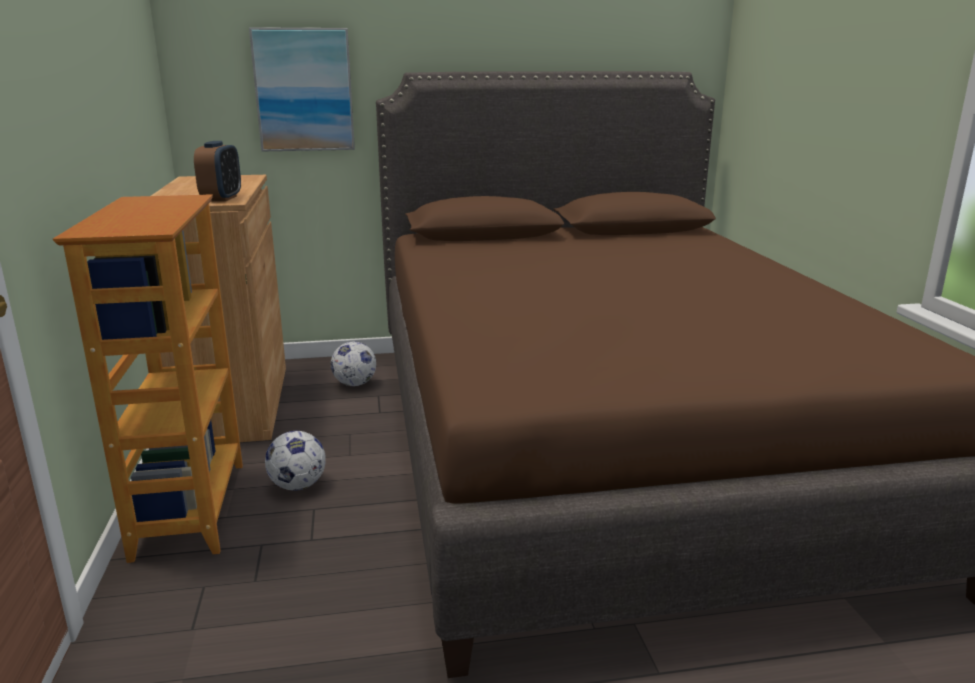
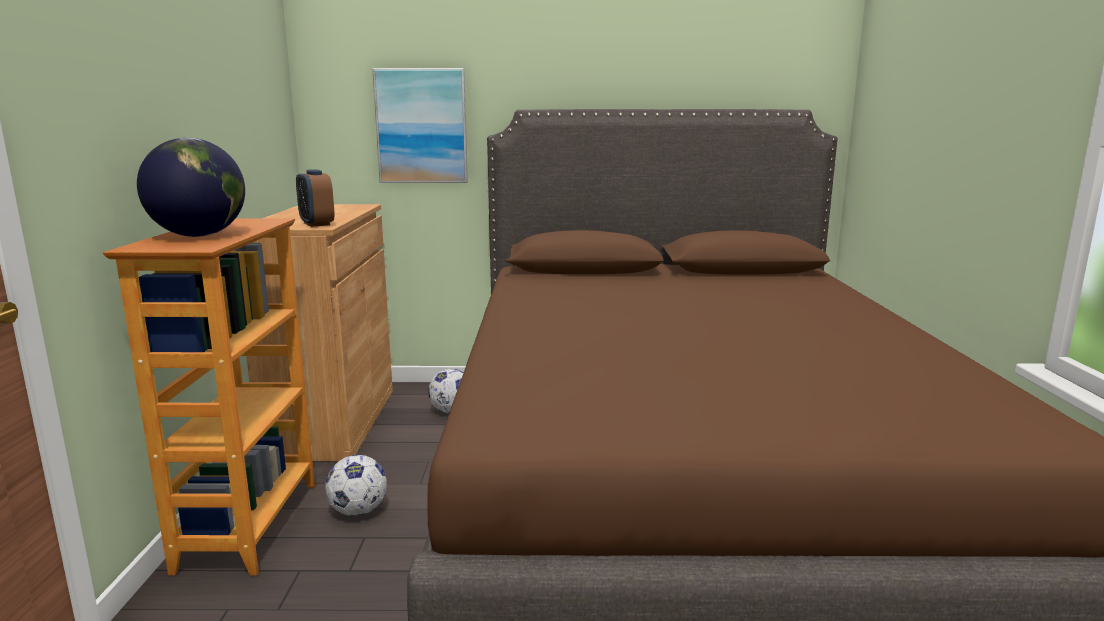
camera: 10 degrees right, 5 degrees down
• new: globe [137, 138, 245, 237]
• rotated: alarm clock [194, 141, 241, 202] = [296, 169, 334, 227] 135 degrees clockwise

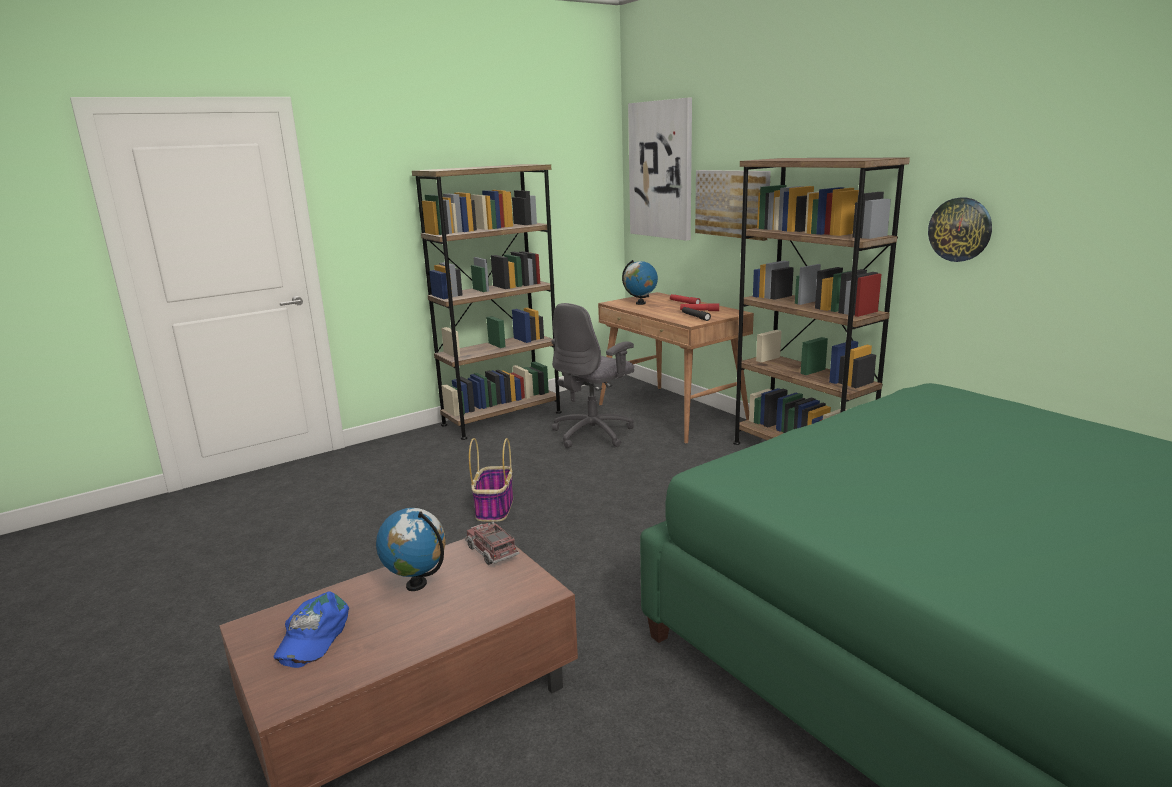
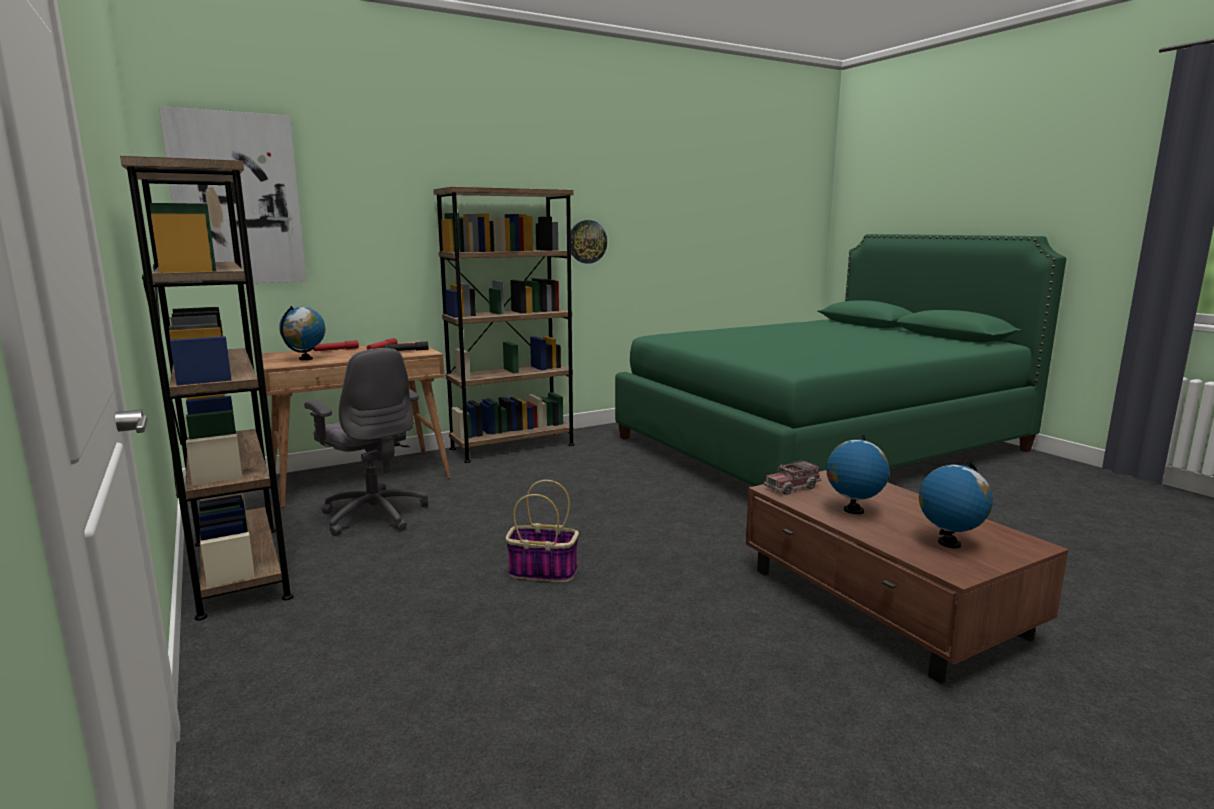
camera: 85 degrees left, 5 degrees down
• gone: picture [695, 170, 771, 241]
• swapped: blue cap [273, 591, 349, 668] to globe [919, 461, 993, 548]

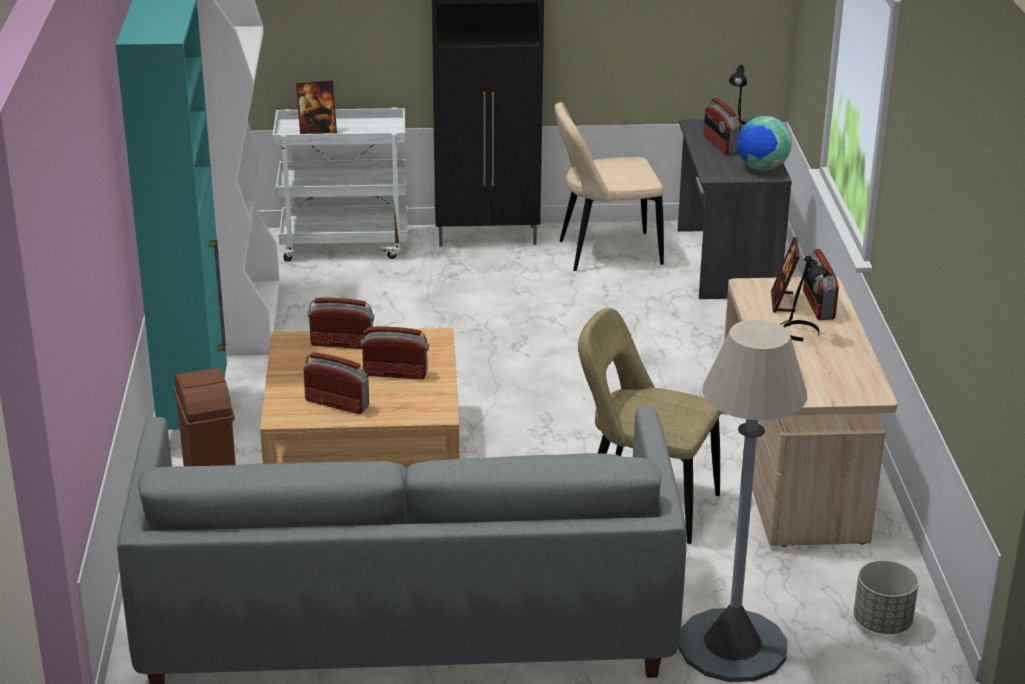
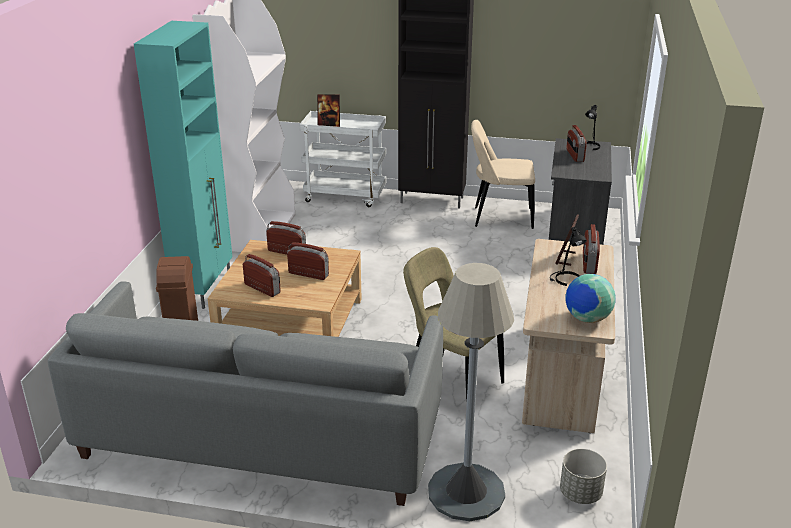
camera: 15 degrees right, 0 degrees up
• shifted: globe [737, 116, 792, 171] to [565, 274, 616, 323]

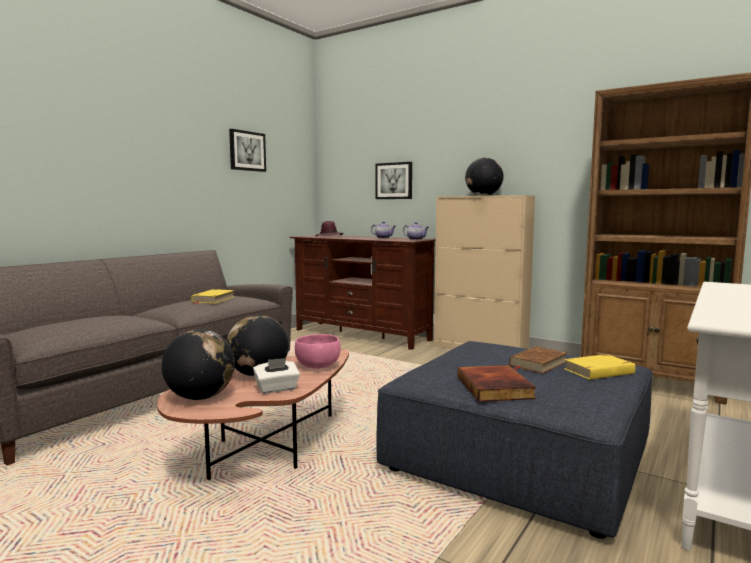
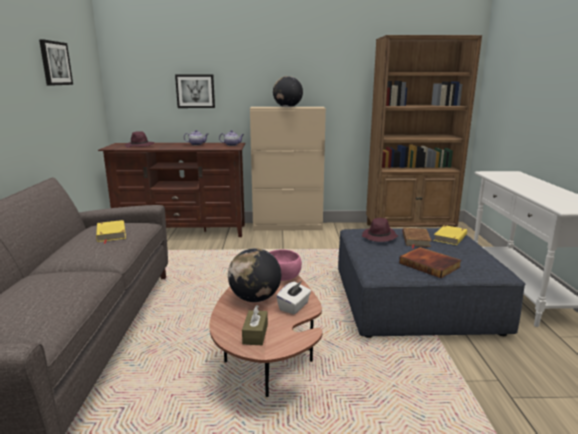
camera: 35 degrees left, 10 degrees up
• new: purple hat [362, 218, 398, 242]
• swapped: globe [162, 330, 235, 400] to brown tissue box [242, 305, 268, 345]

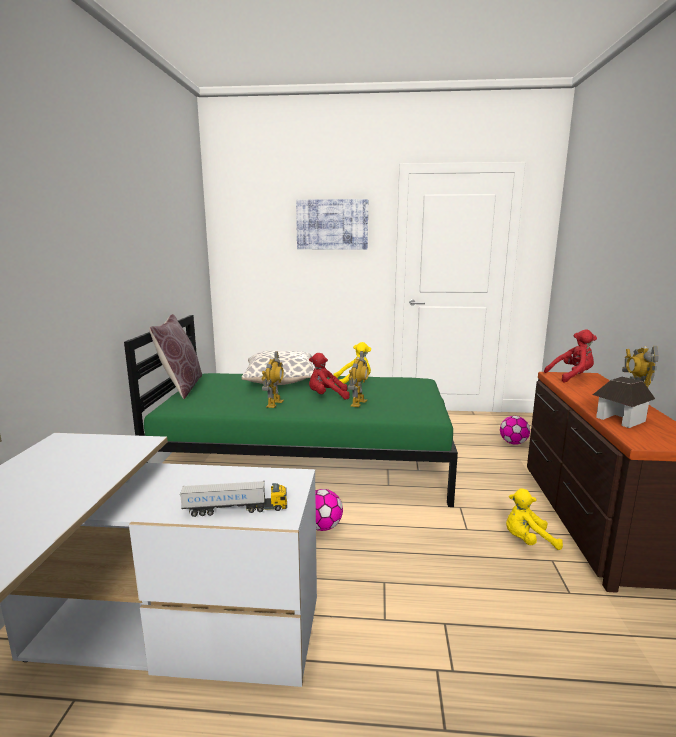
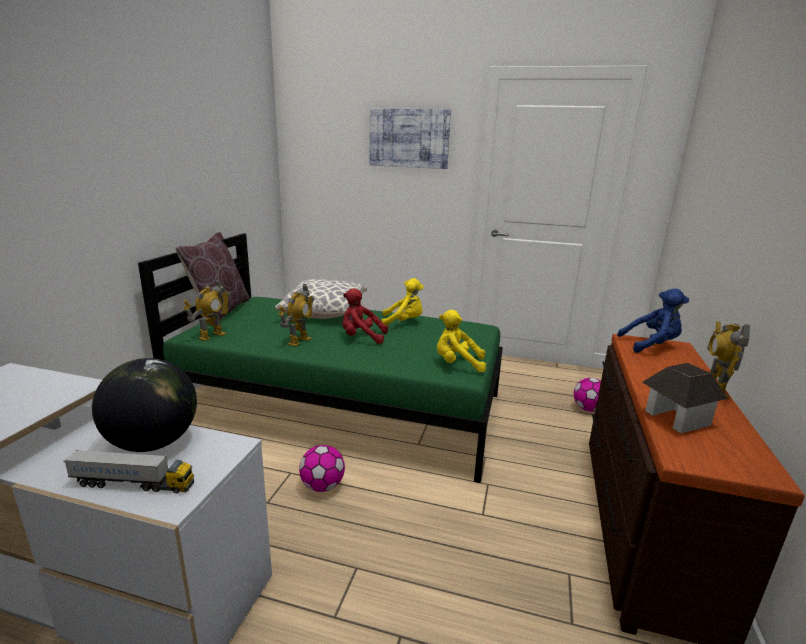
camera: 10 degrees right, 5 degrees up
• new: globe [92, 358, 197, 452]
• shifted: toy robot [348, 351, 369, 407] to [184, 279, 231, 341]
• shifted: yellow plush toy [506, 488, 563, 550] to [437, 310, 486, 372]
• repainted: red plush toy [544, 329, 597, 382] to blue plush toy [617, 288, 689, 353]

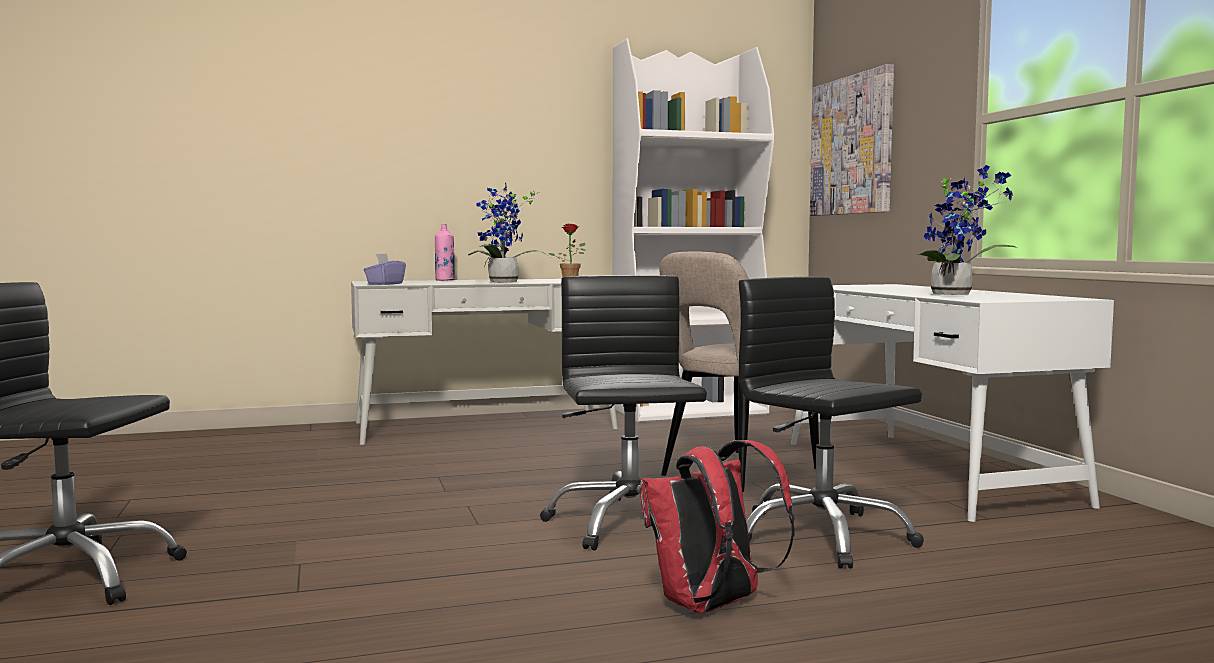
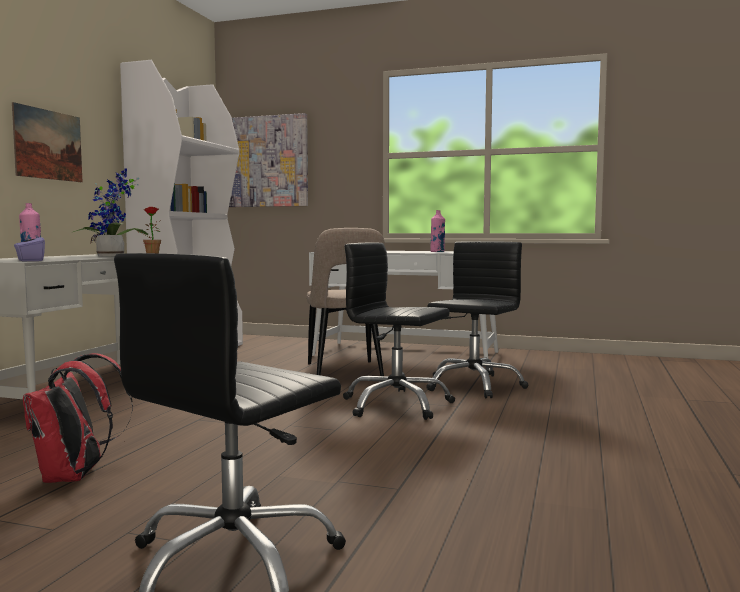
camera: 55 degrees left, 0 degrees up
• new: picture [12, 102, 82, 182]
• shifted: red backpack [639, 440, 795, 614] to [23, 353, 133, 483]
• swapped: potted plant [918, 165, 1017, 295] to pink bottle [431, 210, 445, 252]
• rotated: black office chair [739, 277, 924, 569] = [426, 241, 528, 398] 120 degrees clockwise

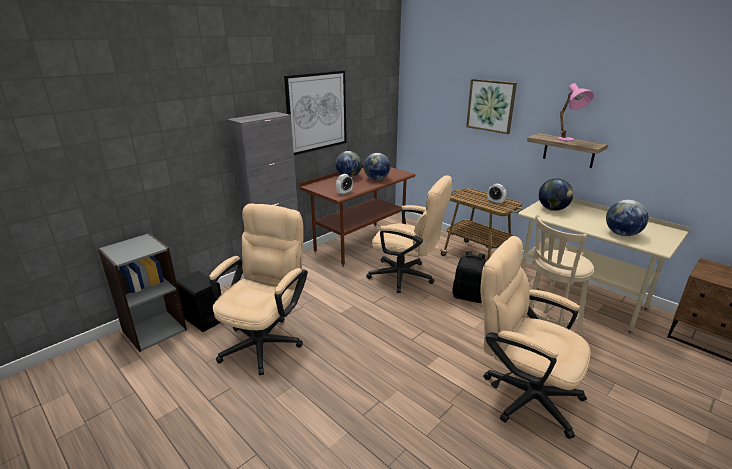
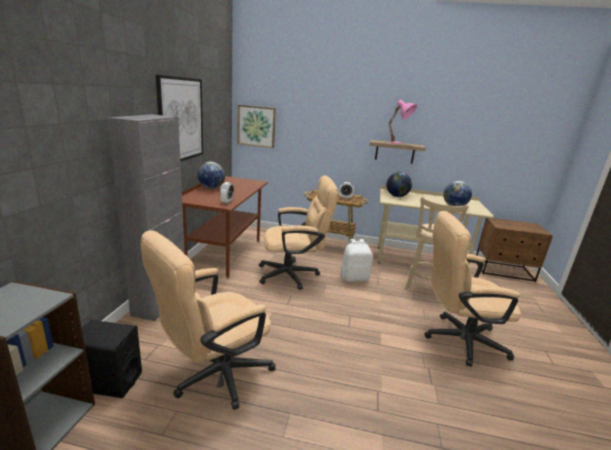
camera: 35 degrees left, 5 degrees down
• gone: globe [364, 153, 390, 180]
• shifted: picture [466, 79, 517, 134] to [237, 105, 276, 148]
• repainted: black backpack [452, 251, 486, 303] to white backpack [340, 239, 373, 282]
• rotated: beige office chair [209, 203, 307, 375] = [140, 230, 275, 410] 120 degrees counterclockwise

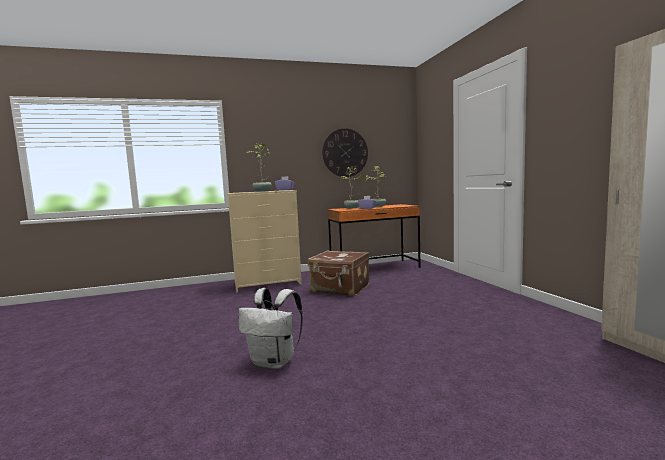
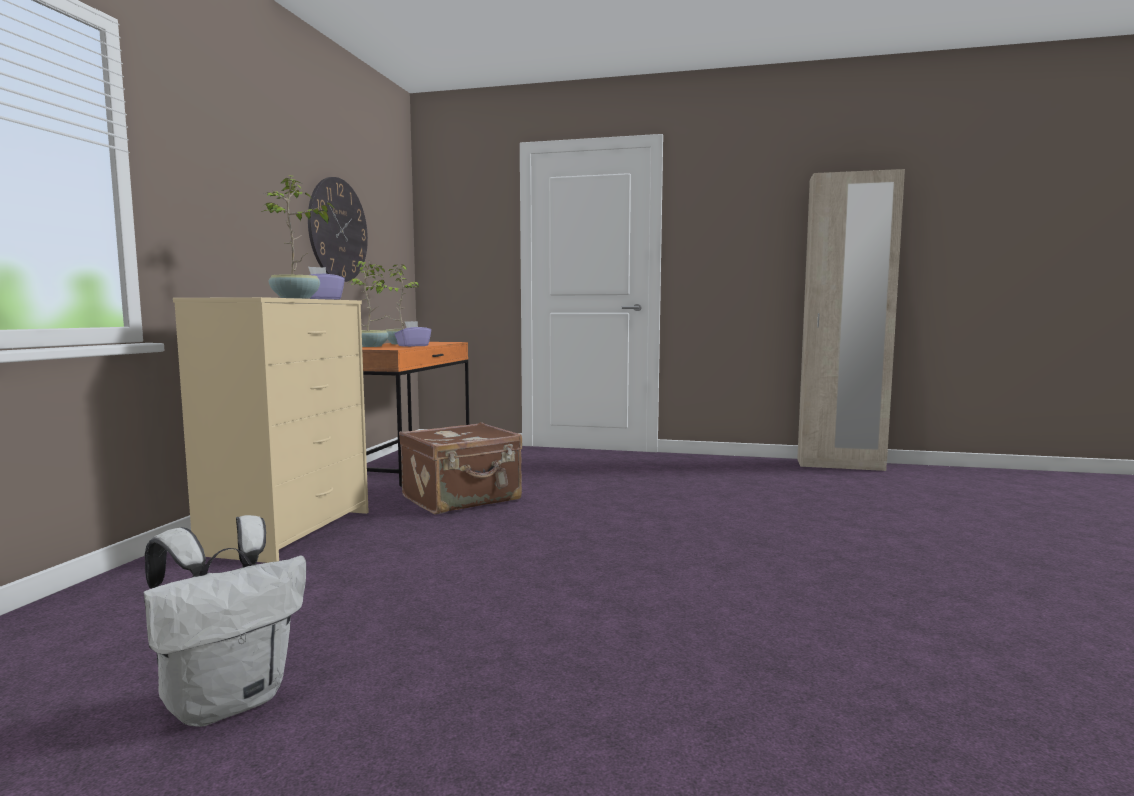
camera: 60 degrees left, 0 degrees up
• shifted: white backpack [239, 288, 303, 369] to [144, 515, 306, 727]

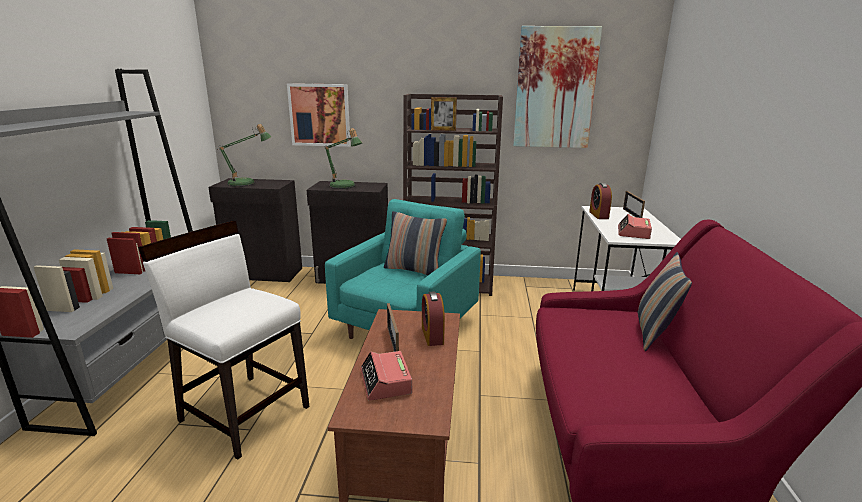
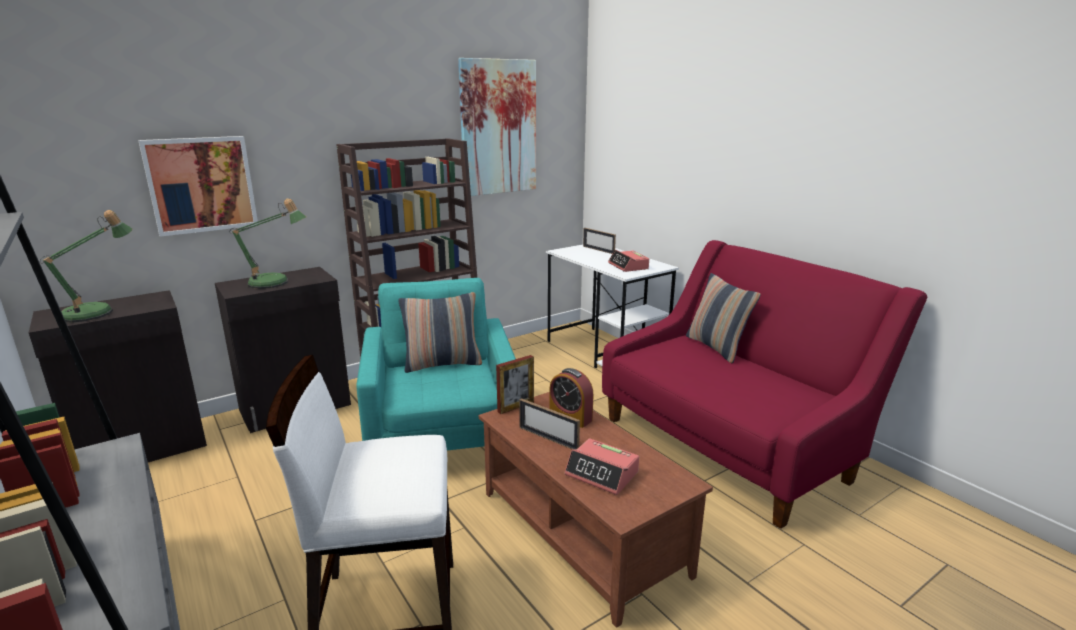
camera: 40 degrees left, 0 degrees up
• gone: alarm clock [589, 183, 612, 219]
• shifted: picture frame [431, 97, 457, 131] to [496, 355, 534, 414]

